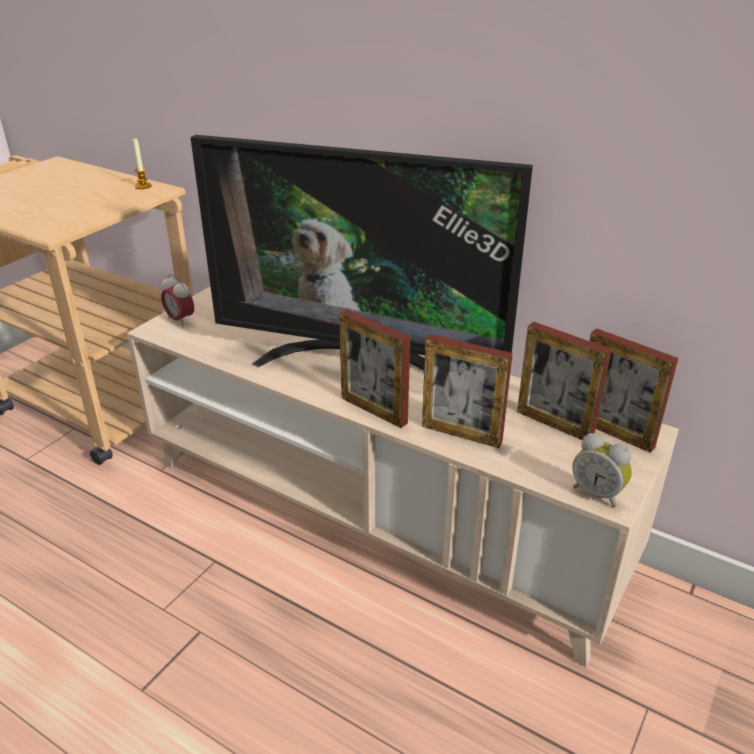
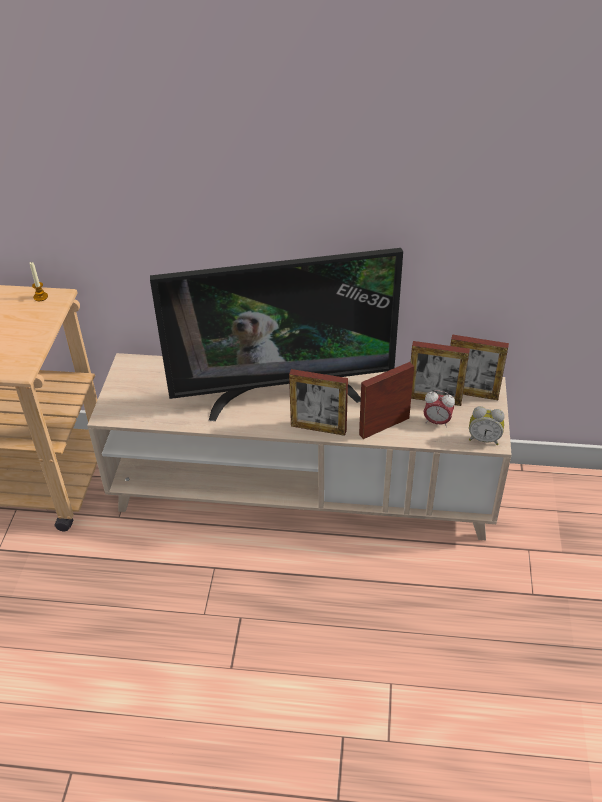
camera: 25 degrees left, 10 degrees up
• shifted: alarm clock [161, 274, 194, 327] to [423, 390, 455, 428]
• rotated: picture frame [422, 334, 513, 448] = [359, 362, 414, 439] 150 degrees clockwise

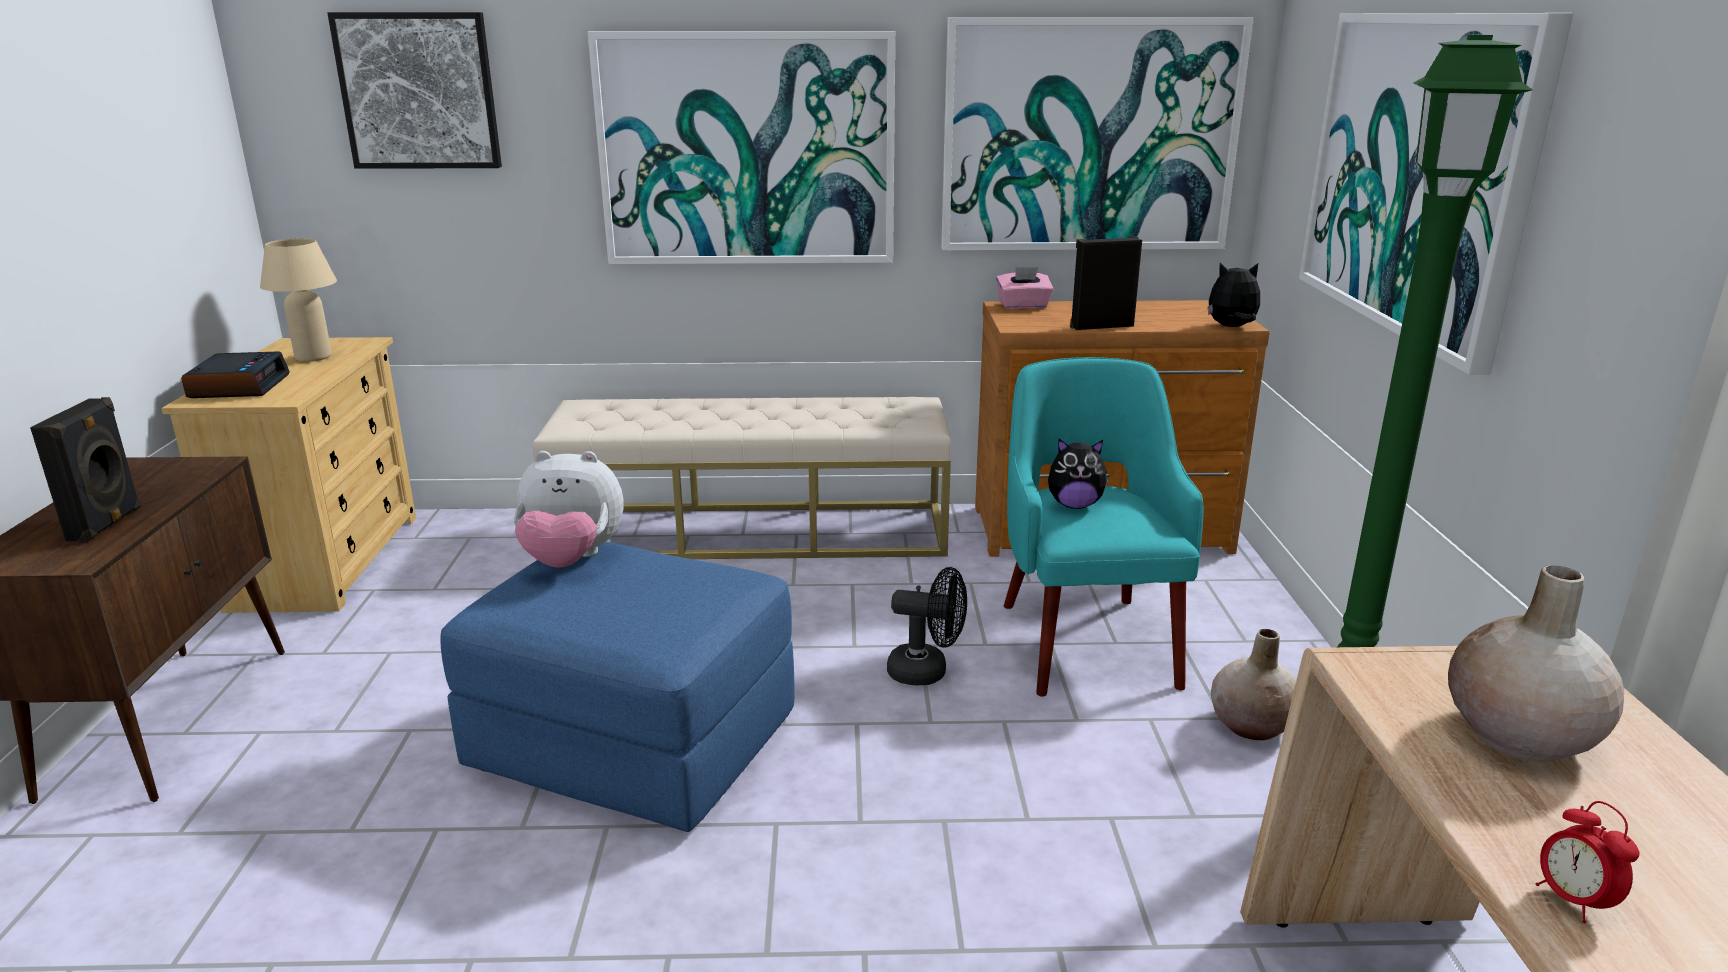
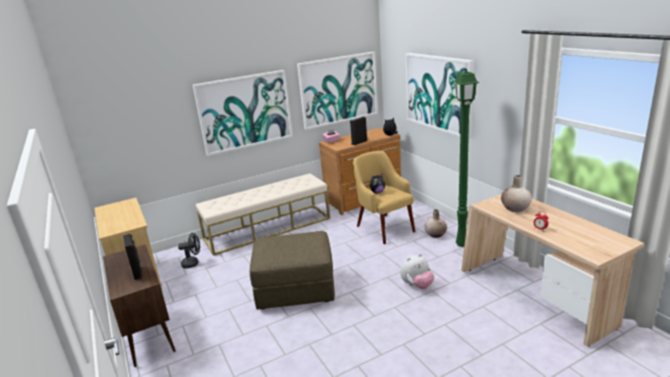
camera: 25 degrees left, 0 degrees up
• gone: alarm clock [181, 351, 290, 398]
• gone: beige table lamp [260, 238, 337, 362]
• gone: picture [327, 12, 502, 169]
• shifted: plush toy [513, 451, 624, 568] to [400, 254, 434, 289]
• shifted: black fan [887, 567, 967, 685] to [178, 233, 200, 269]
• repainted: blue ottoman [440, 542, 794, 832] to brown ottoman [250, 231, 335, 310]
• repainted: turquoise armchair [1004, 357, 1203, 697] to yellow armchair [353, 151, 416, 244]

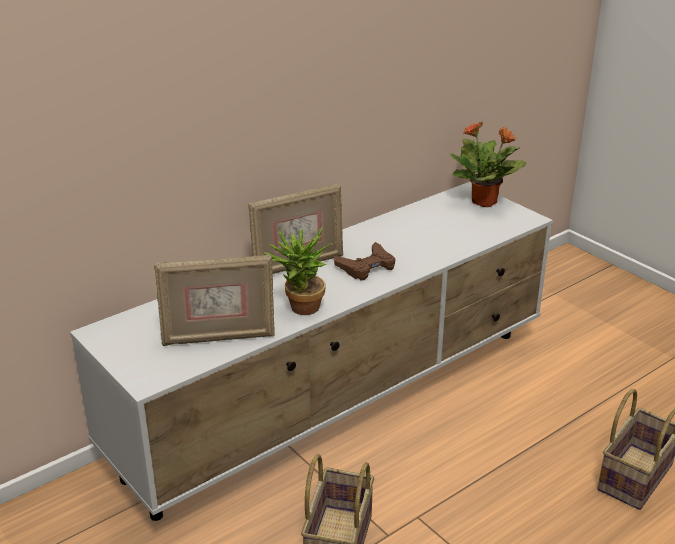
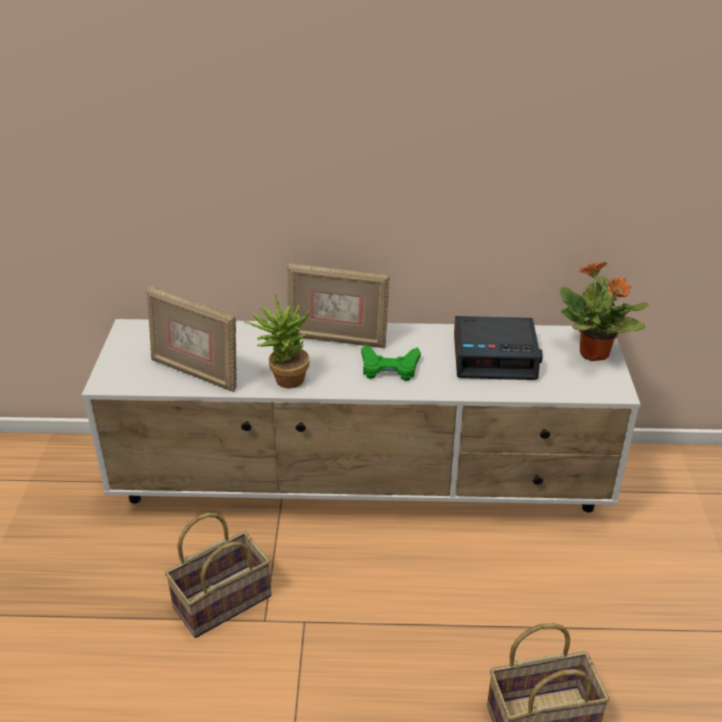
camera: 40 degrees right, 5 degrees up
• new: alarm clock [454, 316, 543, 380]
• repainted: brown game controller [334, 242, 395, 281] to green game controller [361, 345, 421, 381]

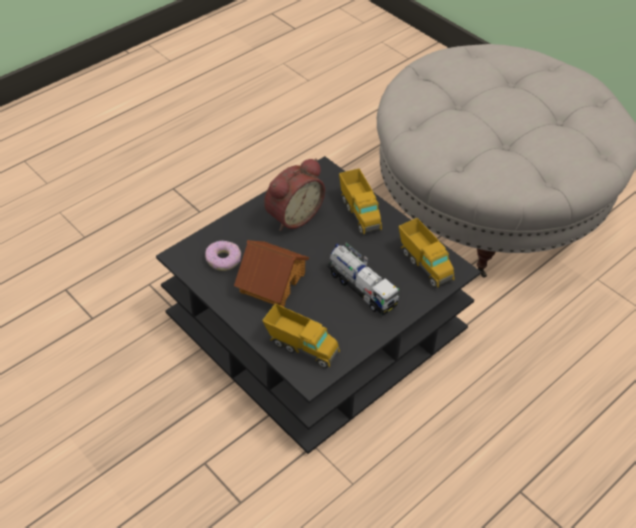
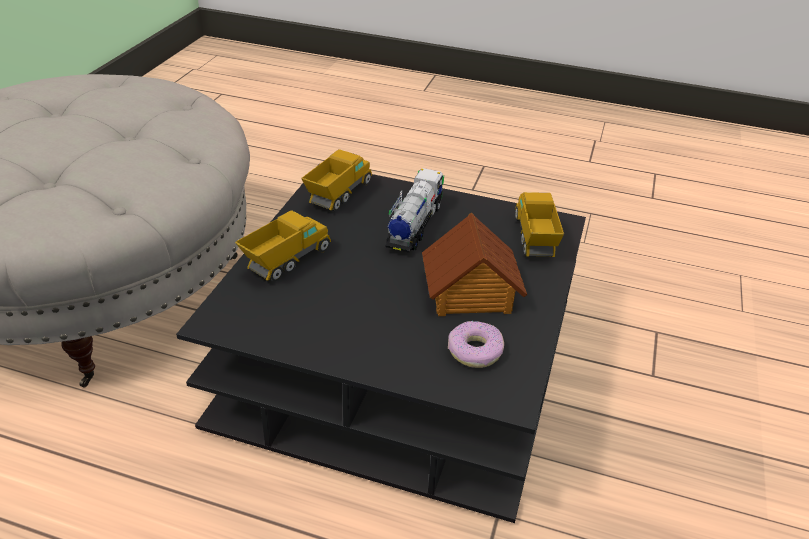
camera: 120 degrees left, 10 degrees down
• gone: alarm clock [264, 158, 325, 231]

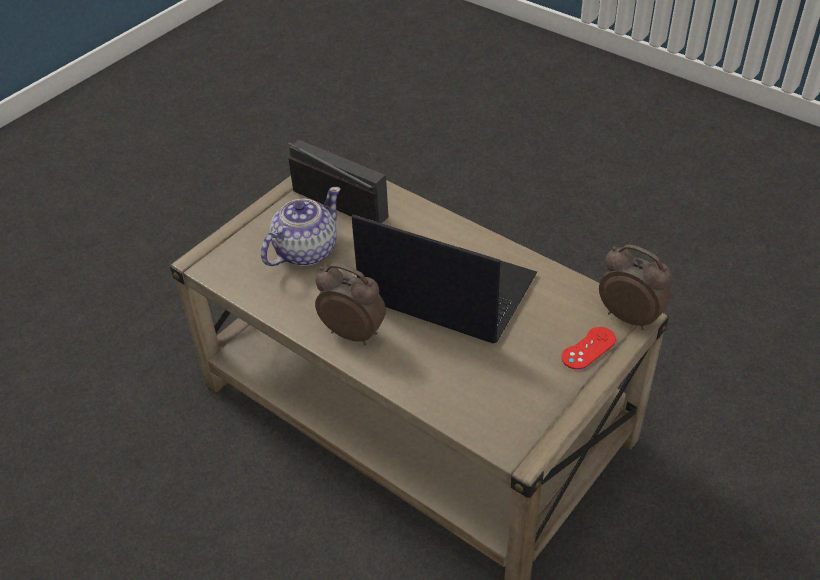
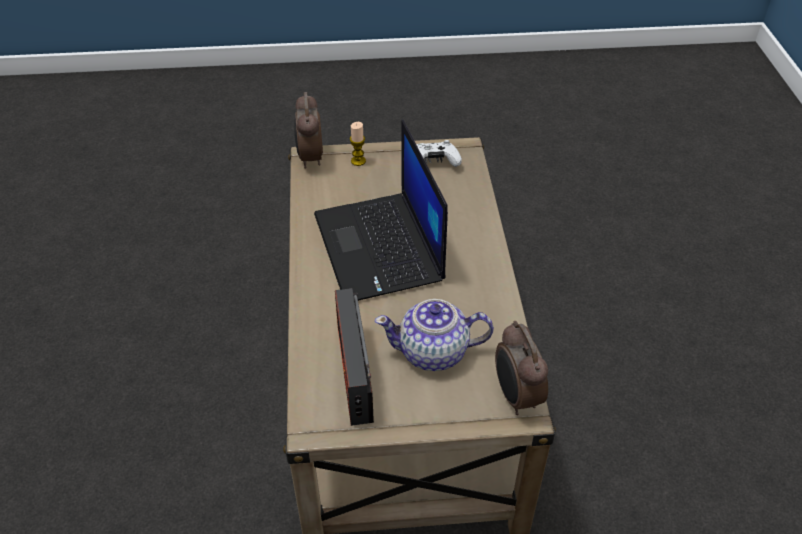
camera: 135 degrees left, 0 degrees up
• new: white game controller [416, 140, 462, 167]
• shifted: alarm clock [315, 263, 386, 345] to [495, 321, 548, 415]
• swapped: red game controller [561, 327, 616, 370] to candle [350, 122, 366, 166]

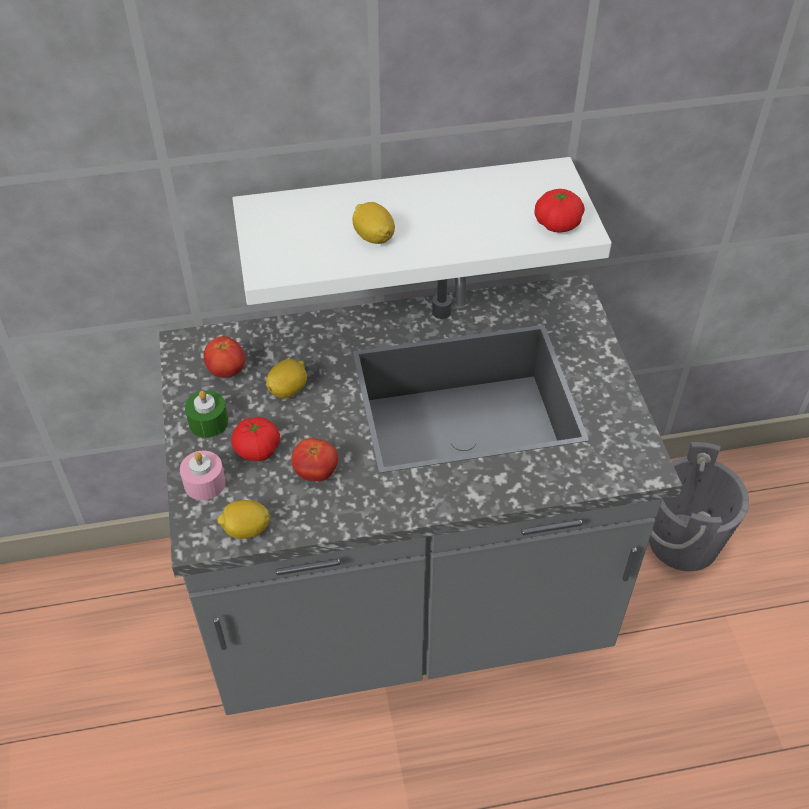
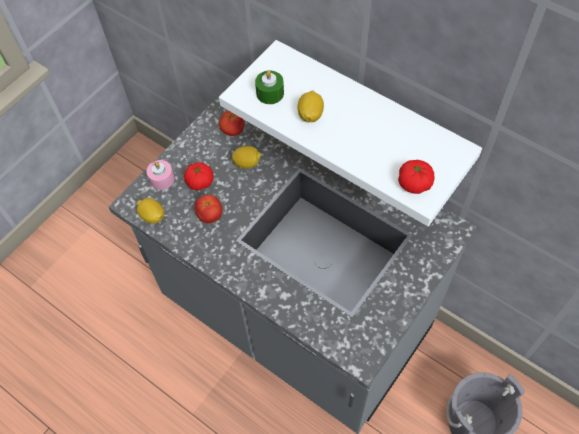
camera: 50 degrees right, 10 degrees up
• shifted: green candle [185, 391, 228, 438] to [255, 70, 284, 104]

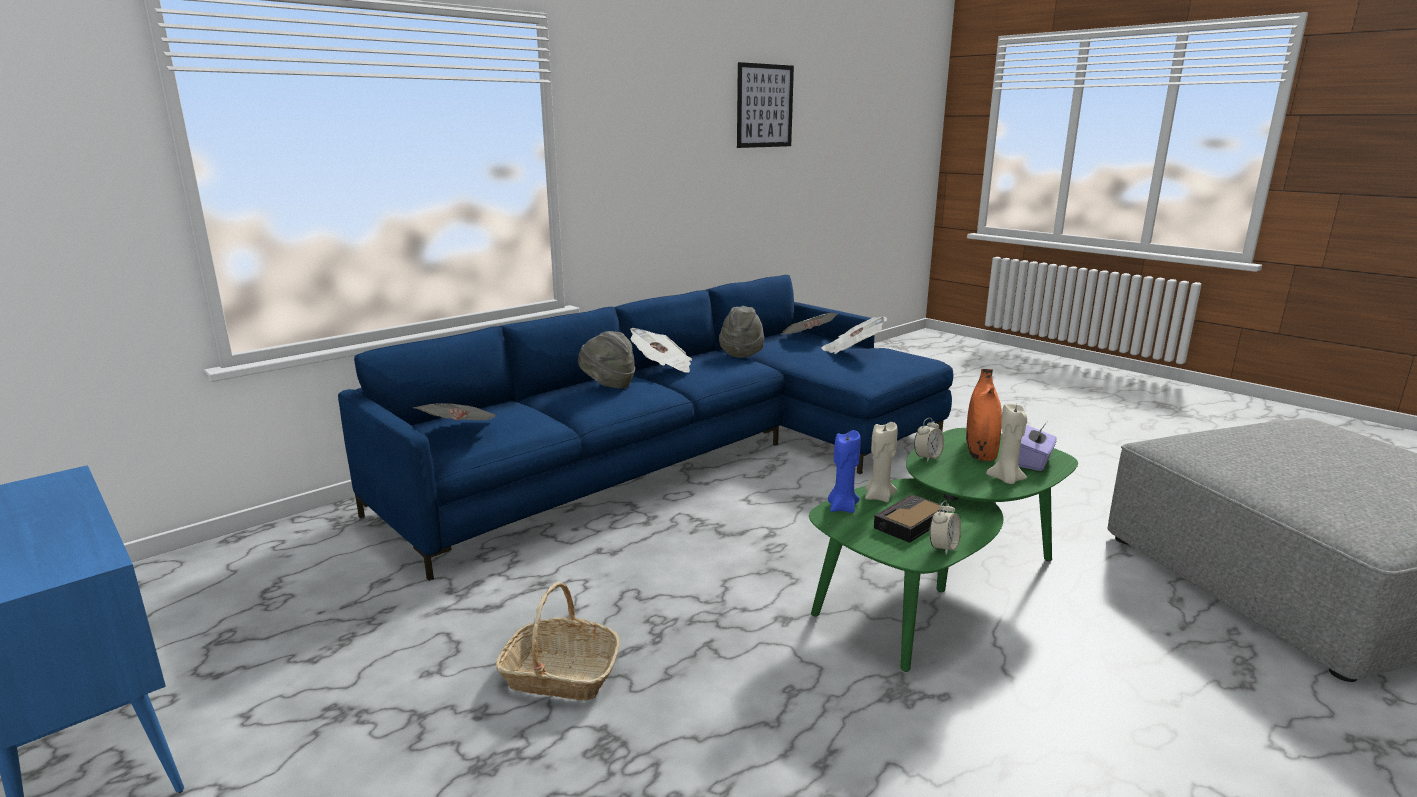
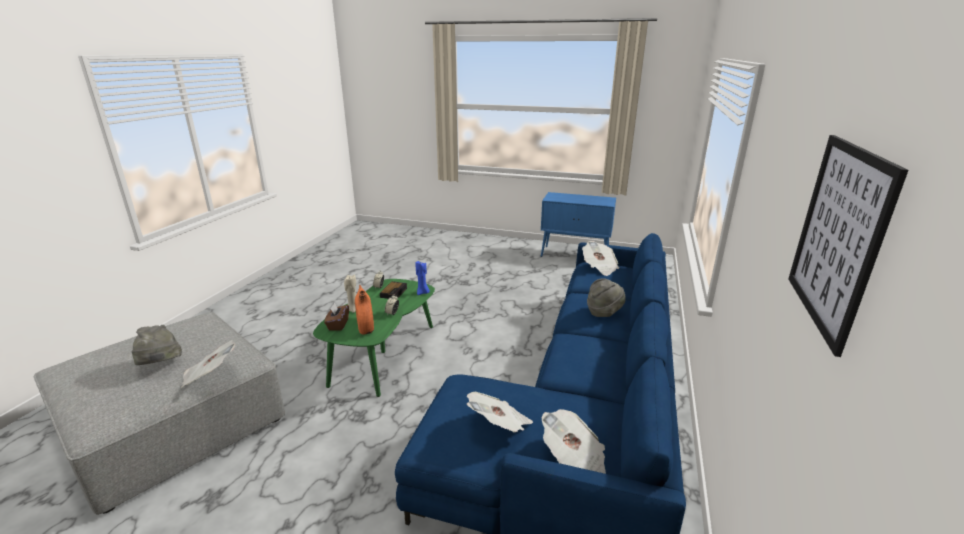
camera: 150 degrees right, 5 degrees up
• gone: basket [495, 582, 620, 701]
• gone: beige candle [865, 422, 898, 502]
• shifted: newspaper [630, 328, 692, 373] to [181, 340, 235, 388]
• shifted: grey hat [719, 306, 764, 358] to [132, 325, 182, 365]
• repainted: purple tissue box [1018, 422, 1057, 471] to brown tissue box [324, 303, 349, 330]

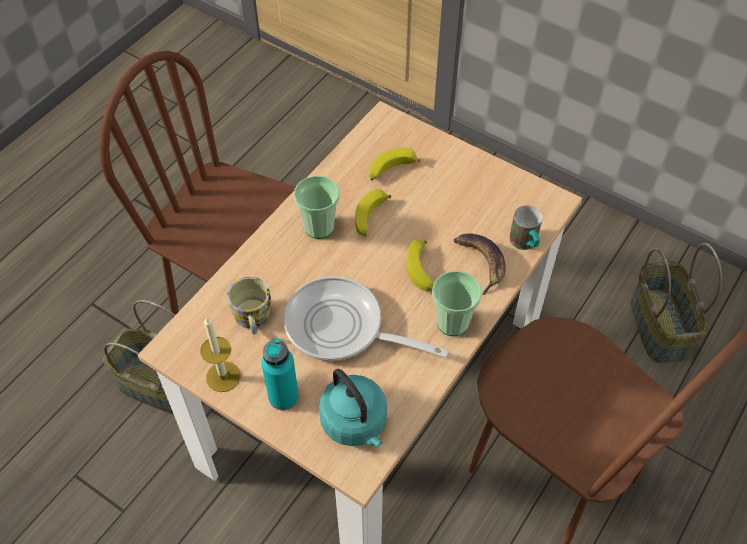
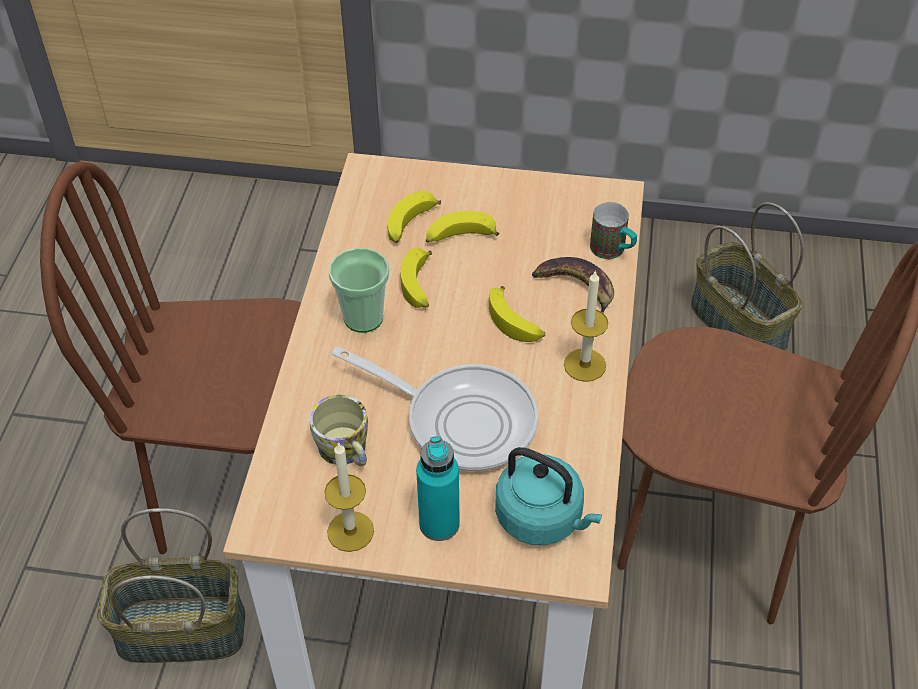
camera: 25 degrees left, 5 degrees down
• new: banana [426, 211, 499, 242]
• swapped: cup [432, 271, 482, 336] to candle [564, 270, 608, 382]
• rotated: frying pan [283, 276, 449, 361] = [332, 347, 538, 471] 150 degrees counterclockwise

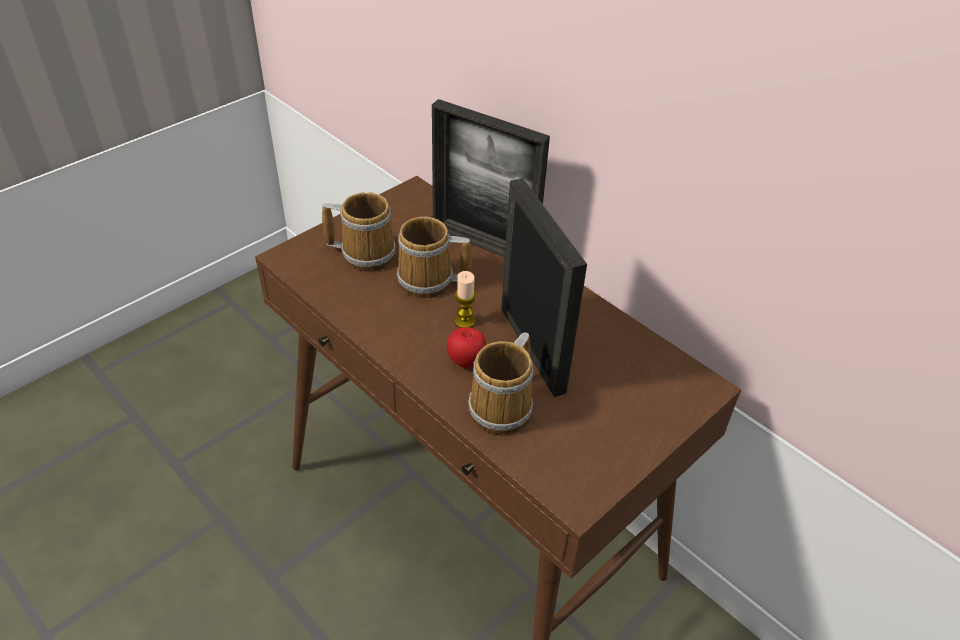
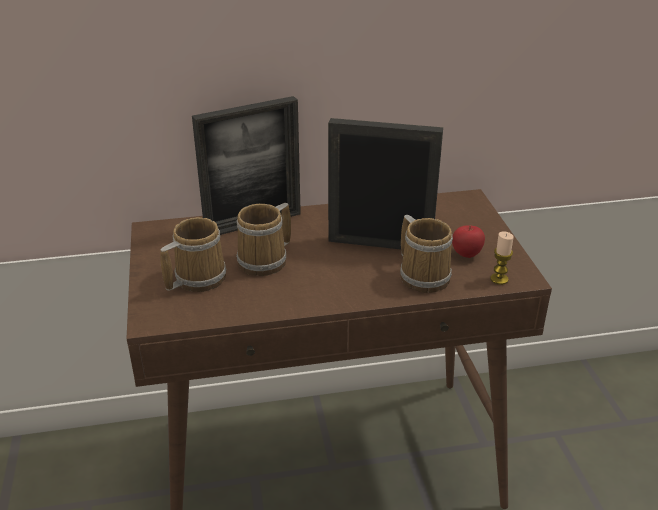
camera: 55 degrees left, 10 degrees down
• shifted: apple [447, 327, 486, 368] to [452, 225, 485, 258]
• shifted: candle [455, 271, 476, 328] to [490, 231, 514, 285]

